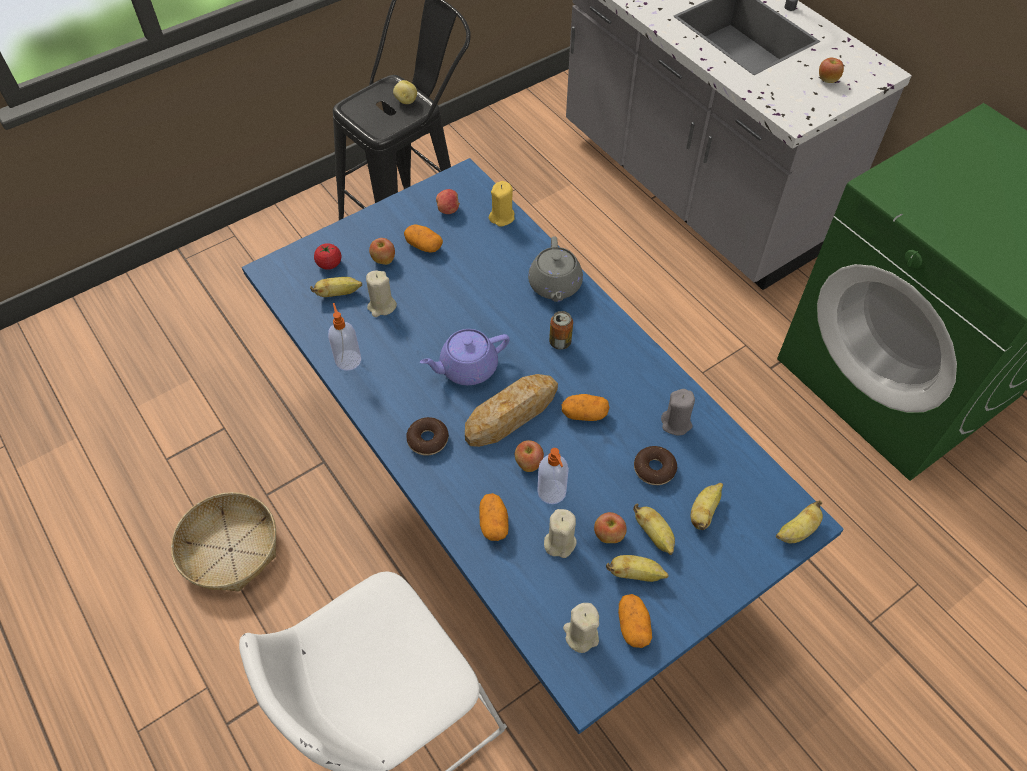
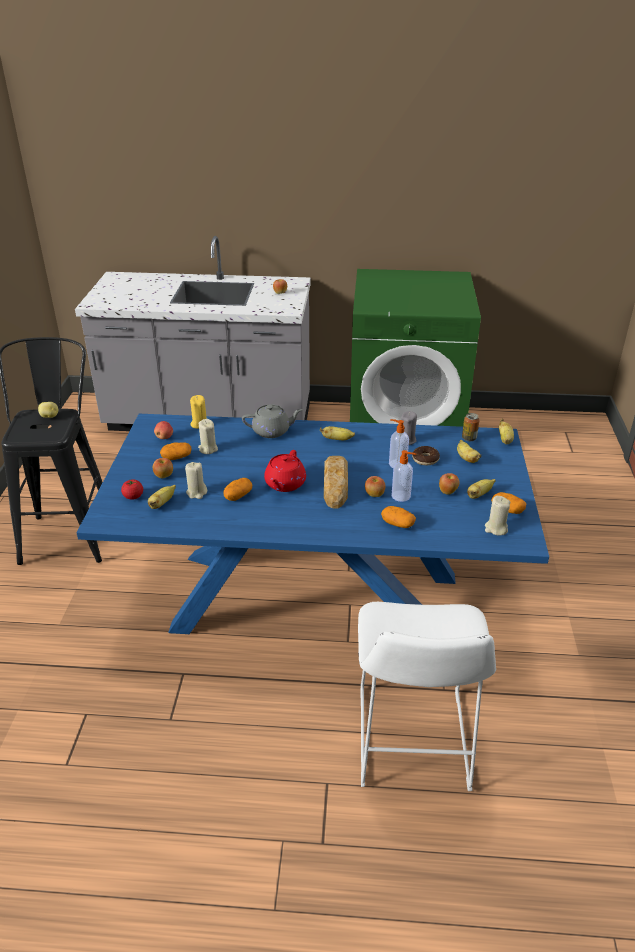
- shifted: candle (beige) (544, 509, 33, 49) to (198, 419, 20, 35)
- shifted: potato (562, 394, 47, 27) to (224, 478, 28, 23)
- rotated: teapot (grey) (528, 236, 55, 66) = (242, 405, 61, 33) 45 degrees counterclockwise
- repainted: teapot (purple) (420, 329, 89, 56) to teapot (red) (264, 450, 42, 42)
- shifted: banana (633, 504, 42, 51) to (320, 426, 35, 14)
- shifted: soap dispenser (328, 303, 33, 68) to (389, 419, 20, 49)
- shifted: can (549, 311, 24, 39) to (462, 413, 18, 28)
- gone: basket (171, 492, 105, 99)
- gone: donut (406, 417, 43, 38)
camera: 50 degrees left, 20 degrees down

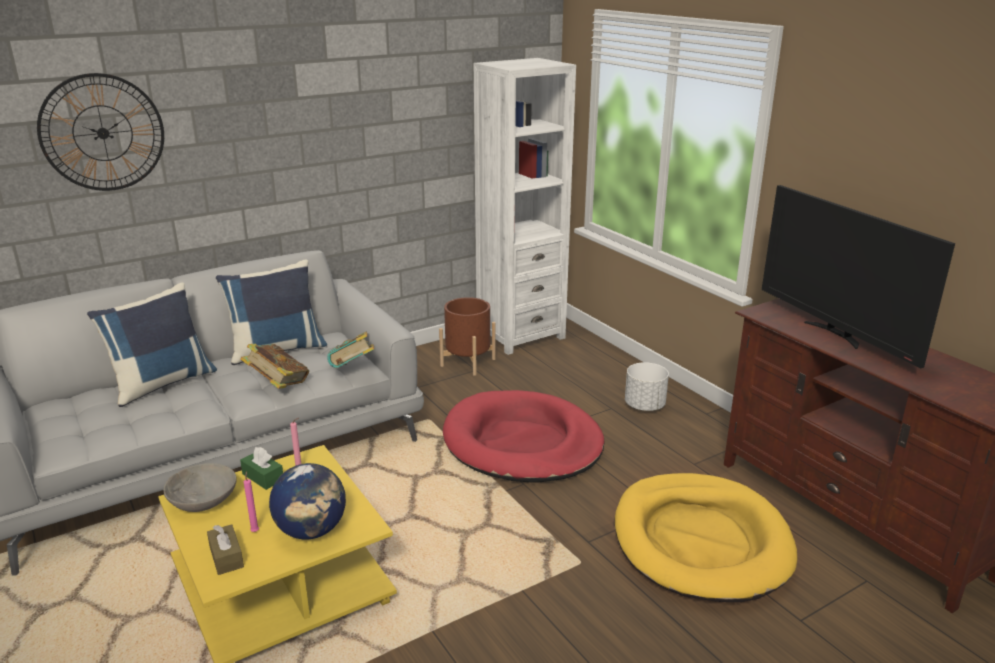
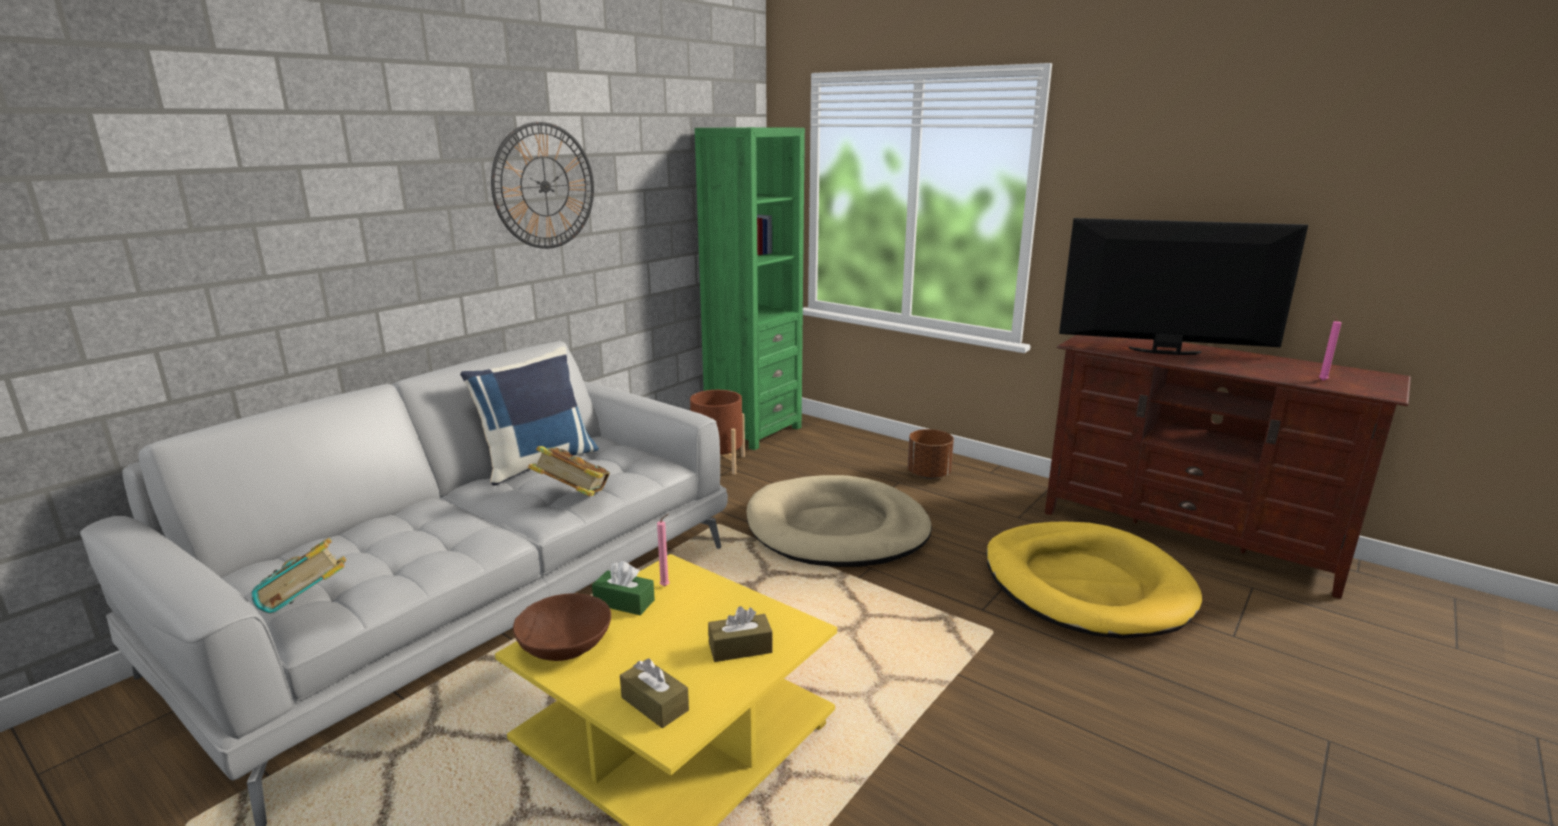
- shifted: book (327, 332, 47, 36) to (252, 538, 94, 76)
- shifted: wall clock (37, 73, 127, 118) to (491, 122, 103, 127)
- repainted: bowl (grey) (164, 463, 73, 49) to bowl (brown) (513, 593, 98, 68)
- repainted: bookcase (white) (474, 58, 102, 297) to bookcase (green) (695, 127, 110, 323)
- swapped: globe (269, 463, 77, 77) to tissue box (brown) (708, 606, 65, 56)
- repainted: dog bed (red) (443, 390, 162, 93) to dog bed (beige) (746, 475, 186, 92)
- repainted: planter (white) (625, 362, 44, 49) to planter (brown) (907, 429, 47, 50)
- rotated: television (762, 185, 193, 184) = (1059, 218, 249, 137) 150 degrees clockwise
- shifted: candle (pink) (244, 471, 15, 61) to (1319, 314, 22, 67)
- gone: pillow (blue) (87, 282, 130, 125)
camera: 20 degrees left, 5 degrees down

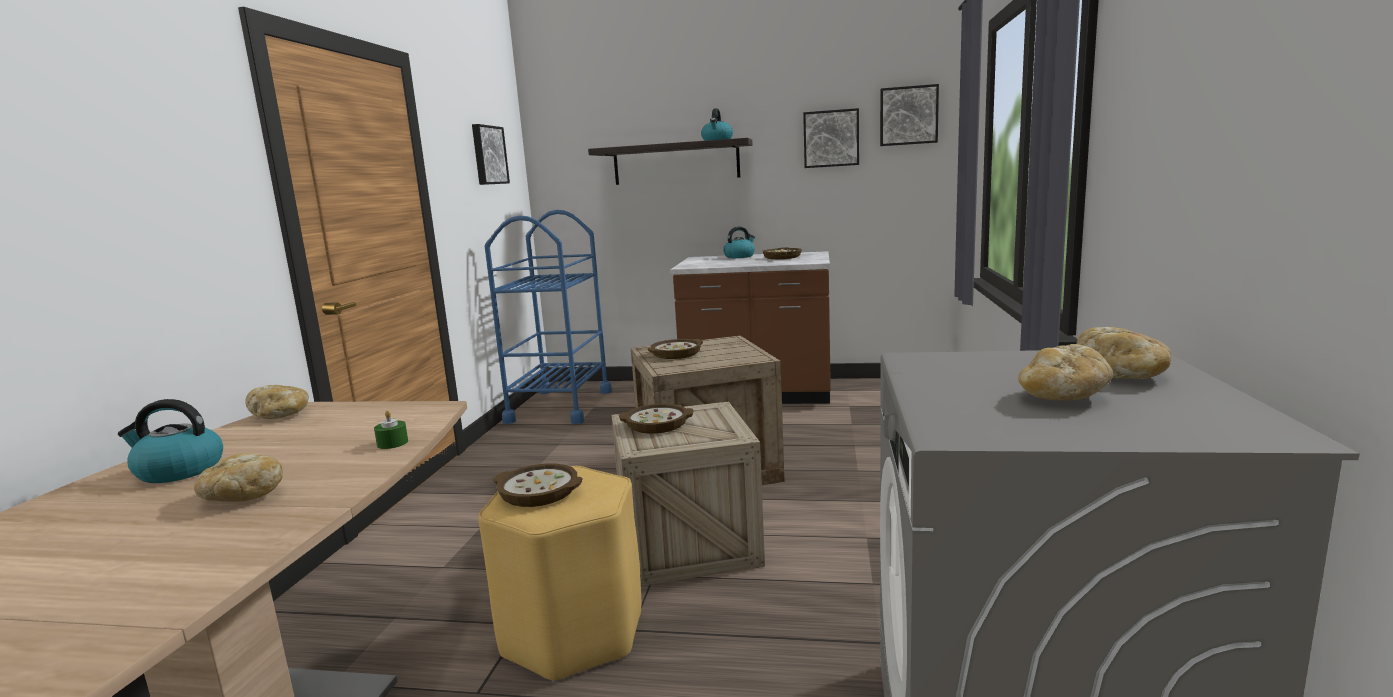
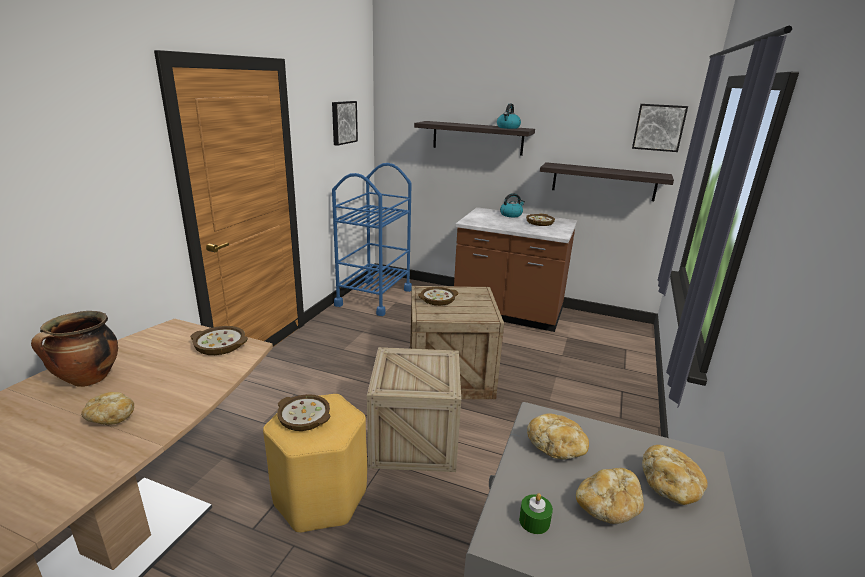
- swapped: kettle (118, 399, 105, 84) to cooking pot (31, 311, 87, 76)
- shifted: bowl (619, 404, 75, 30) to (190, 326, 58, 29)
- shifted: candle (green) (374, 410, 34, 39) to (519, 493, 34, 41)
- shifted: bread (245, 385, 64, 34) to (527, 413, 62, 47)
- new: shelf (540, 162, 134, 39)
- gone: picture (803, 108, 56, 60)
camera: 10 degrees right, 10 degrees up

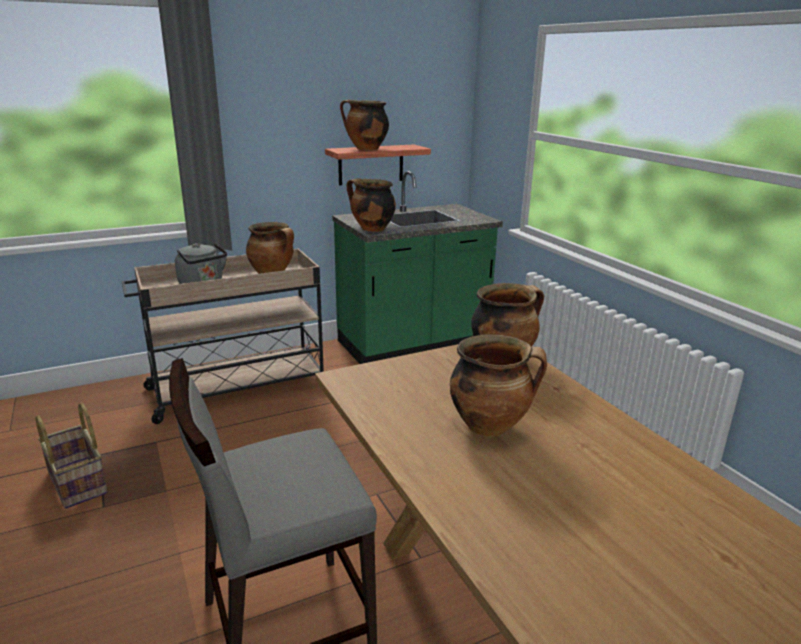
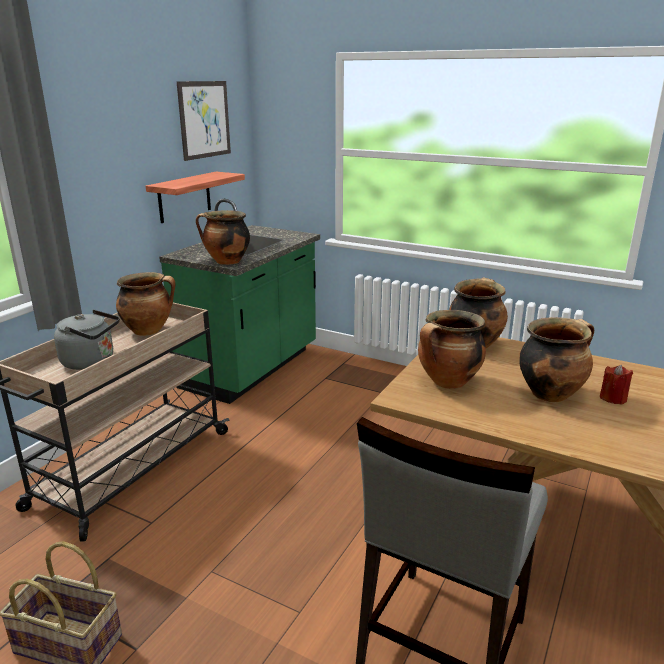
- new: picture (177, 81, 54, 80)
- shifted: cooking pot (340, 99, 49, 51) to (418, 310, 68, 79)
- new: candle (red) (600, 365, 33, 40)
camera: 35 degrees left, 0 degrees up

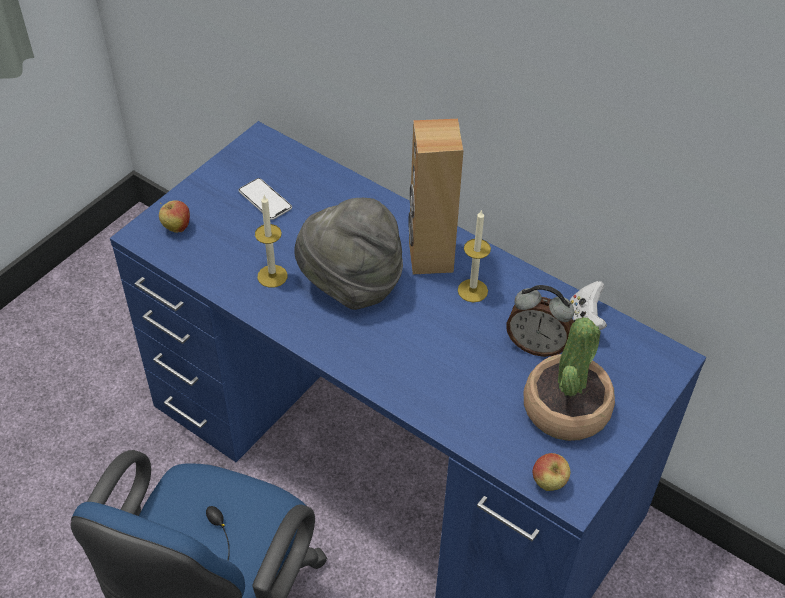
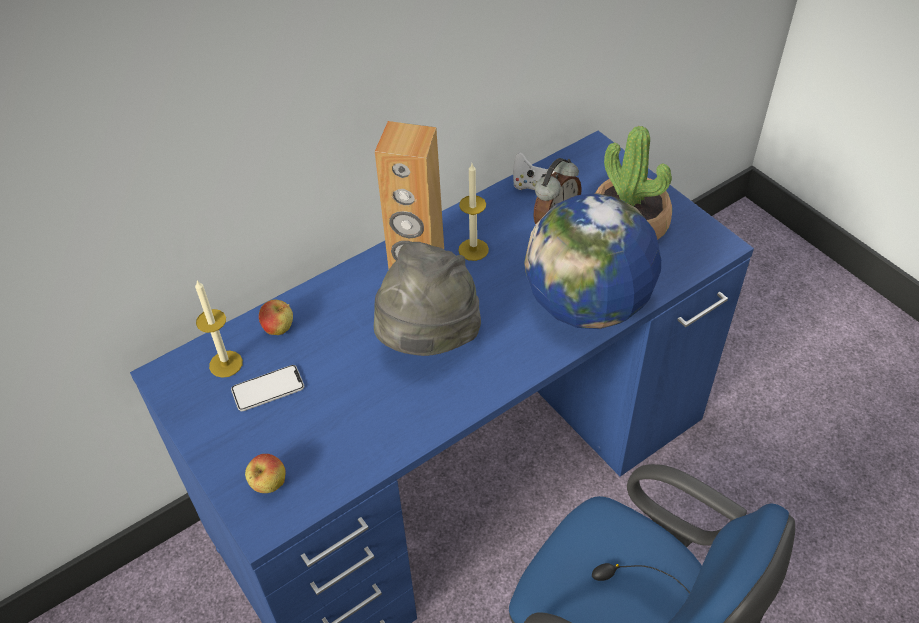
- shifted: candle (255, 195, 33, 93) to (195, 281, 48, 97)
- shifted: apple (533, 453, 37, 38) to (259, 300, 34, 35)
- new: globe (524, 193, 137, 136)
camera: 70 degrees left, 0 degrees up

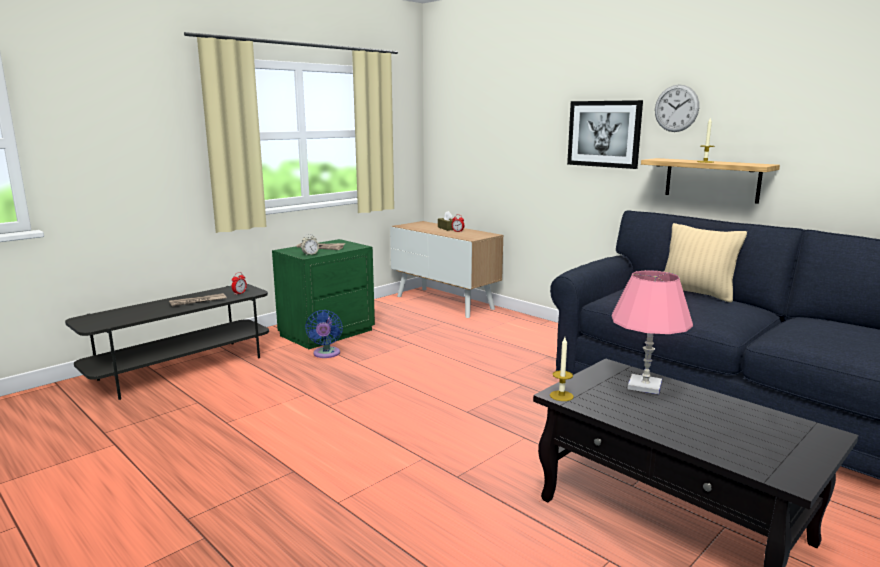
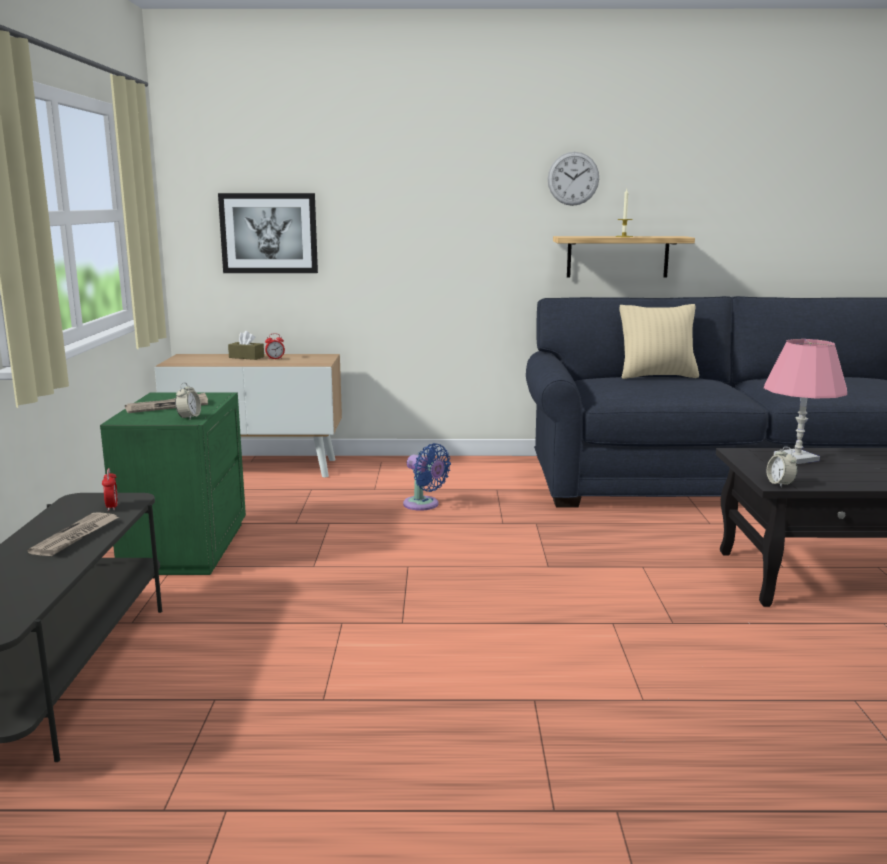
- shifted: picture (567, 100, 76, 69) to (218, 193, 100, 80)
- shifted: fan (blue) (305, 310, 38, 48) to (403, 443, 48, 68)
- swapped: candle (550, 337, 24, 64) to alarm clock (767, 447, 30, 41)
camera: 45 degrees left, 0 degrees up

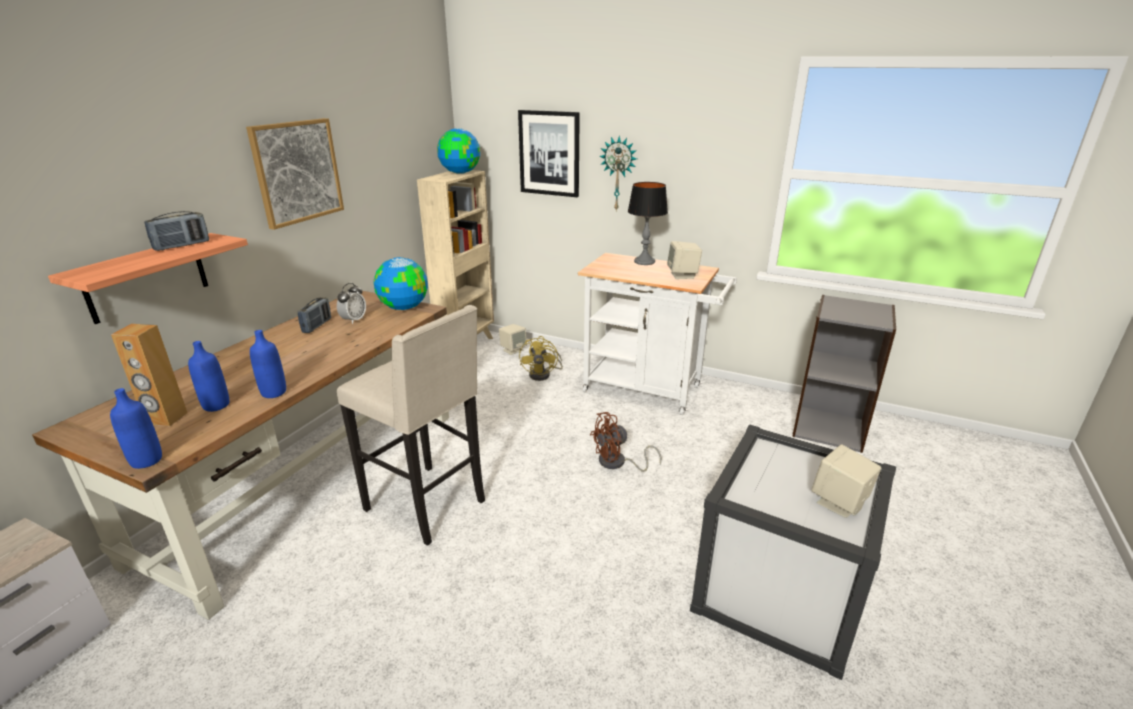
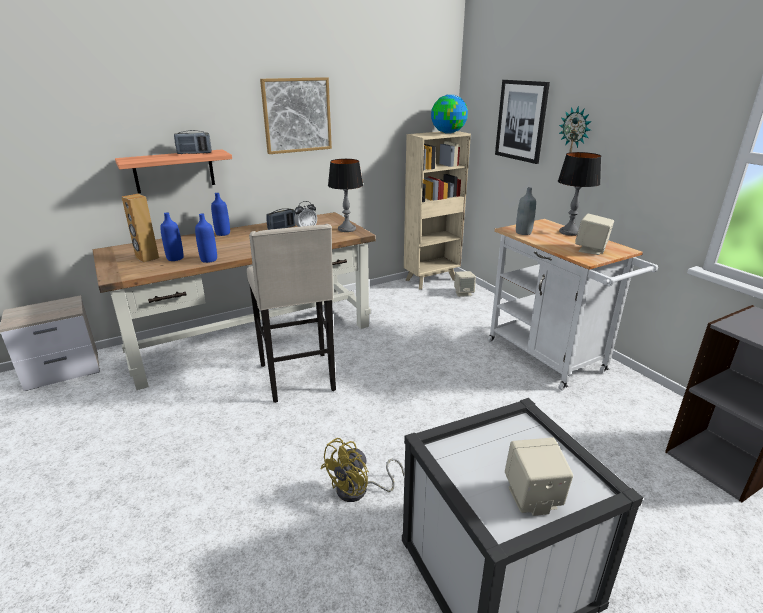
- shifted: bottle (blue) (110, 388, 52, 81) to (211, 193, 19, 43)
- shifted: fan (yellow) (519, 336, 44, 45) to (320, 438, 84, 64)
- swapped: globe (373, 257, 55, 53) to table lamp (328, 159, 35, 73)
- new: bottle (grey) (516, 187, 20, 48)
- gone: fan (brown) (590, 412, 71, 60)
camera: 35 degrees right, 0 degrees up

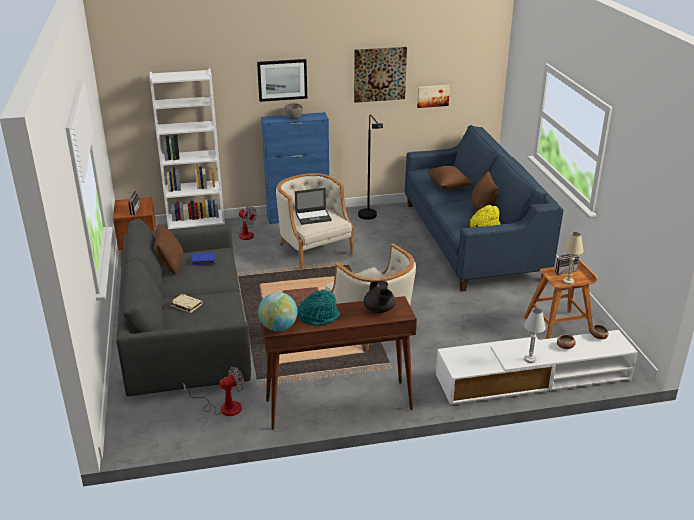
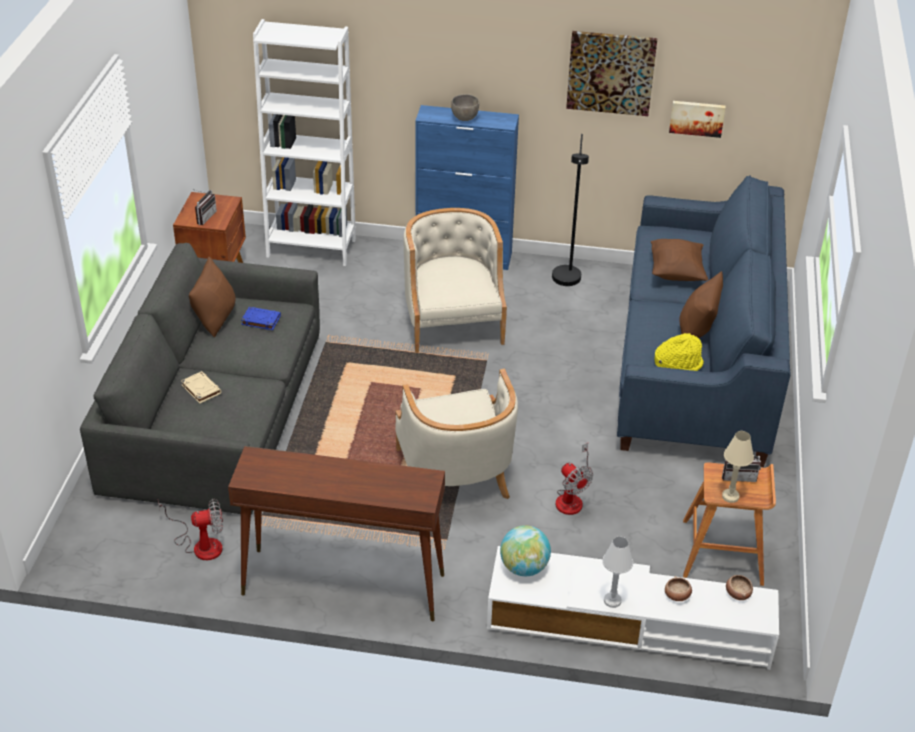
- shifted: globe (258, 292, 39, 39) to (500, 525, 51, 51)
- shifted: fan (238, 206, 19, 34) to (556, 443, 37, 72)
- gone: picture (257, 59, 50, 43)
- gone: laptop (295, 188, 37, 37)
- gone: hat (turquoise) (298, 289, 42, 37)
- gone: teapot (black) (363, 281, 33, 32)
camera: 20 degrees right, 10 degrees up

